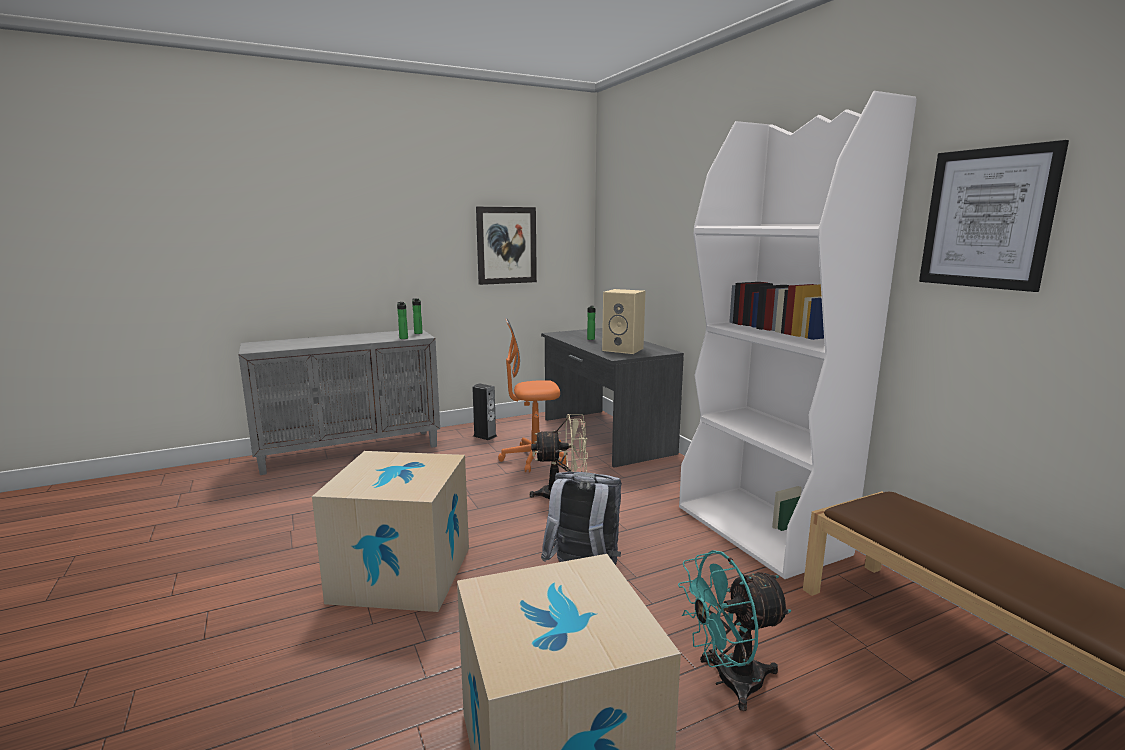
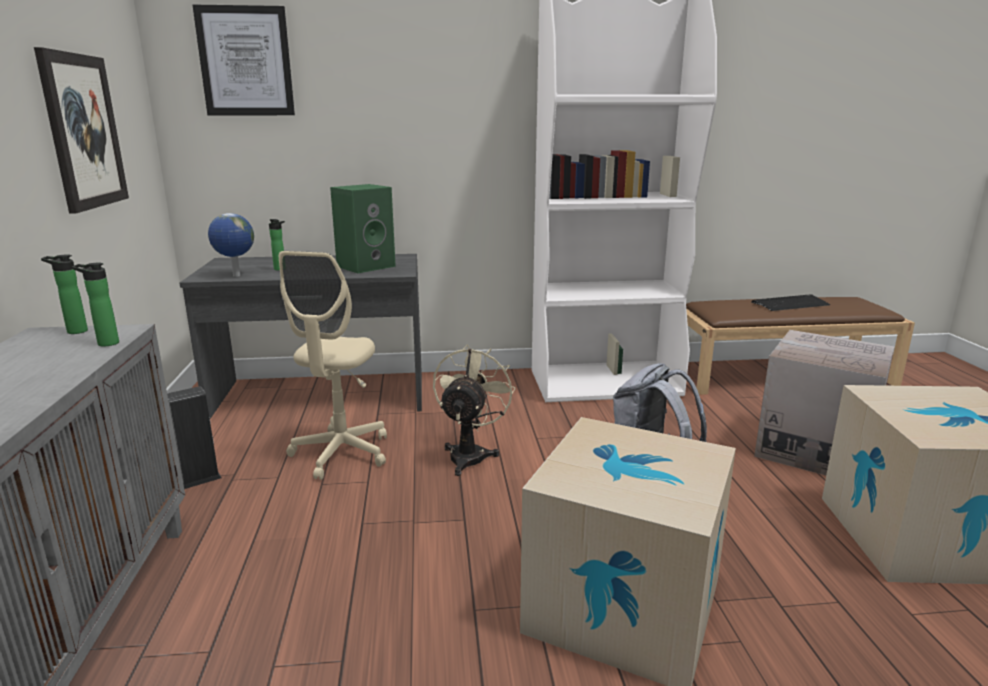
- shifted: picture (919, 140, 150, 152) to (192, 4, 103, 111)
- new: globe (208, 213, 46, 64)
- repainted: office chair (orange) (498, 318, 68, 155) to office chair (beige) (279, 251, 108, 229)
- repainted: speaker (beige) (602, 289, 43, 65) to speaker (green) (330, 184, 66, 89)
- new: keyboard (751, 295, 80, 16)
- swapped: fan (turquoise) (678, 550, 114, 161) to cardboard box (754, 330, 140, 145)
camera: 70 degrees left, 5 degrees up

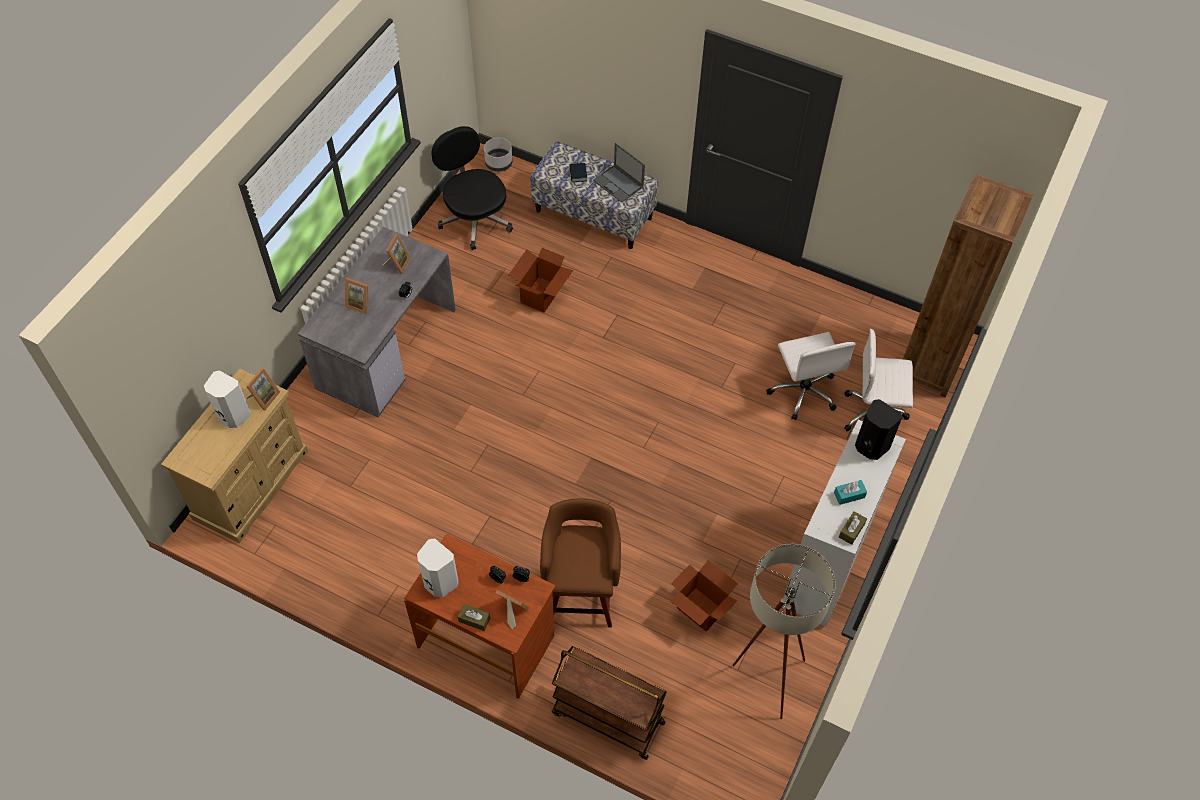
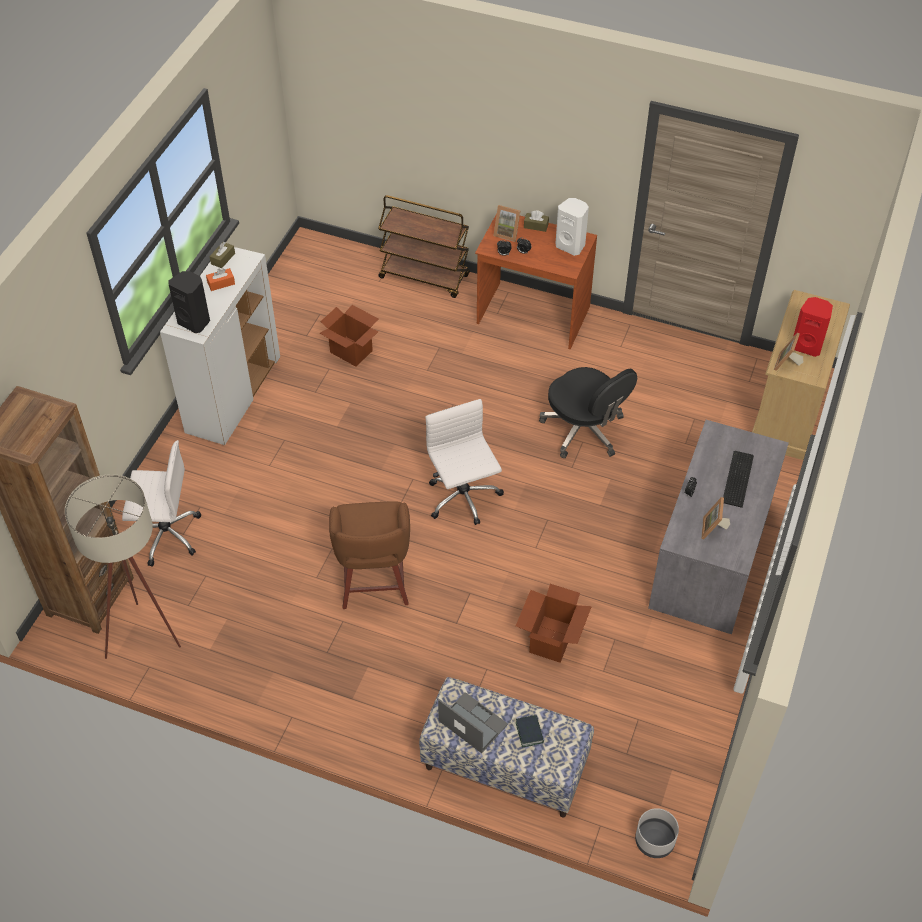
- shifted: floor lamp (beige) (733, 544, 103, 175) to (65, 474, 116, 185)
- repainted: tissue box (turquoise) (834, 480, 33, 25) to tissue box (orange) (206, 268, 29, 23)
- shifted: stool (brown) (540, 498, 81, 130) to (329, 501, 81, 108)
- shifted: office chair (white) (767, 332, 89, 88) to (426, 399, 78, 126)
- shifted: office chair (black) (431, 126, 82, 124) to (539, 367, 98, 91)
- swapped: picture frame (345, 278, 23, 37) to keyboard (723, 451, 31, 57)
- repainted: speaker (white) (204, 370, 47, 58) to speaker (red) (793, 297, 40, 60)
camera: 175 degrees right, 5 degrees down

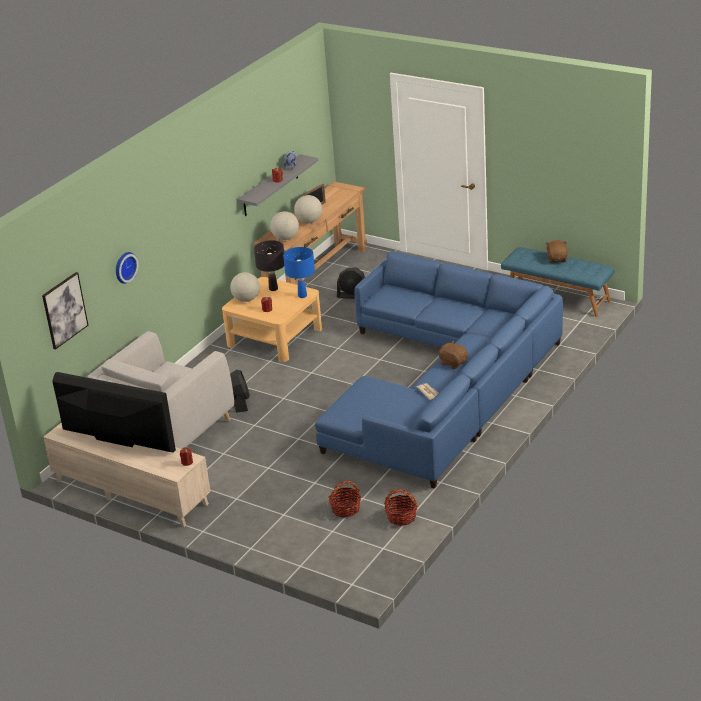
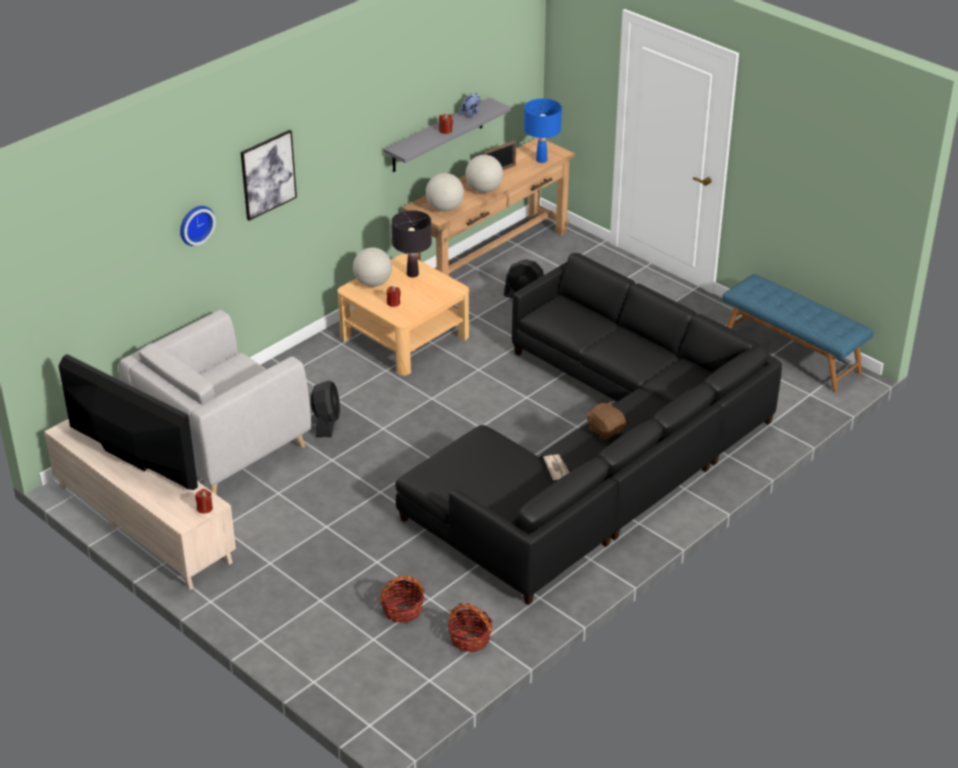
- shifted: picture (42, 272, 47, 78) to (241, 130, 56, 91)
- repainted: sofa (blue) (315, 251, 248, 238) to sofa (black) (396, 253, 386, 352)
- shifted: table lamp (blue) (283, 247, 32, 51) to (524, 99, 38, 64)
- gone: plush toy (brown) (545, 240, 23, 23)
camera: 10 degrees right, 5 degrees up

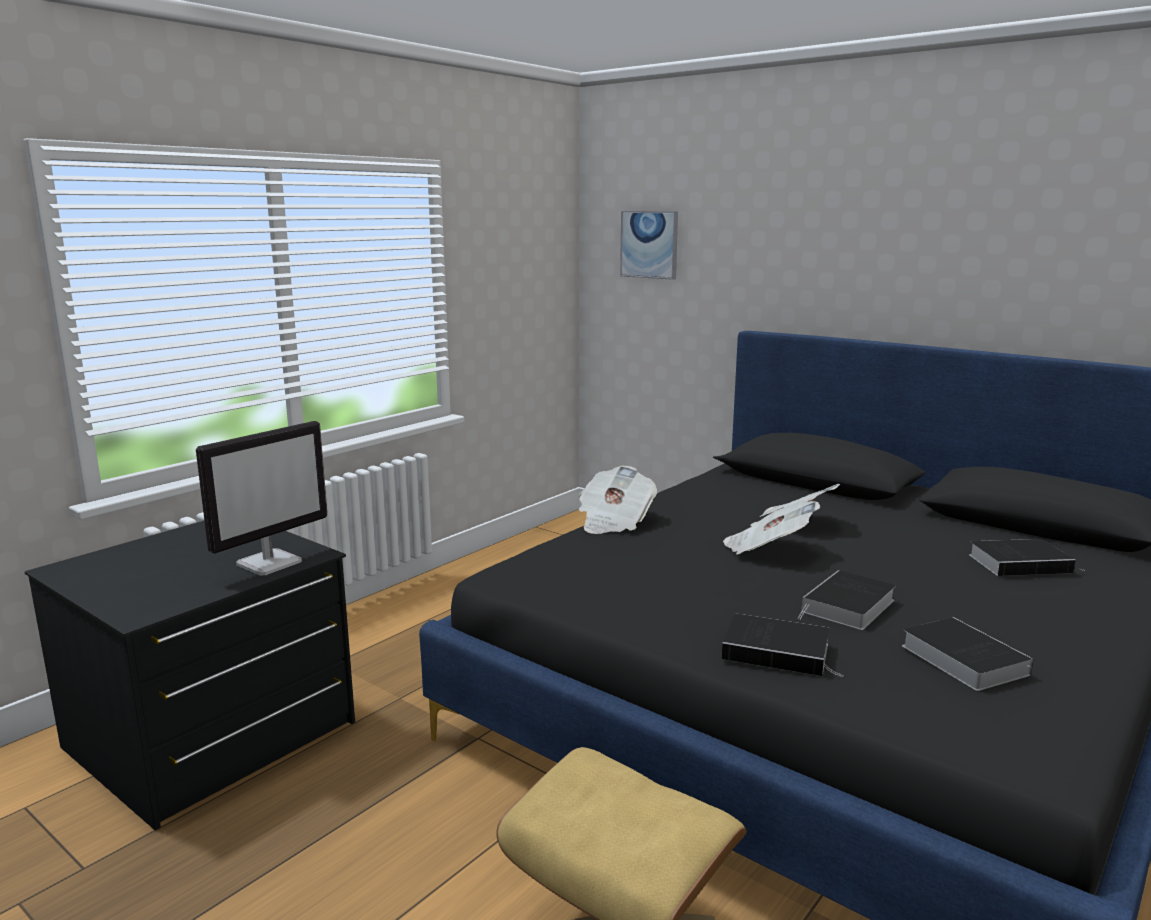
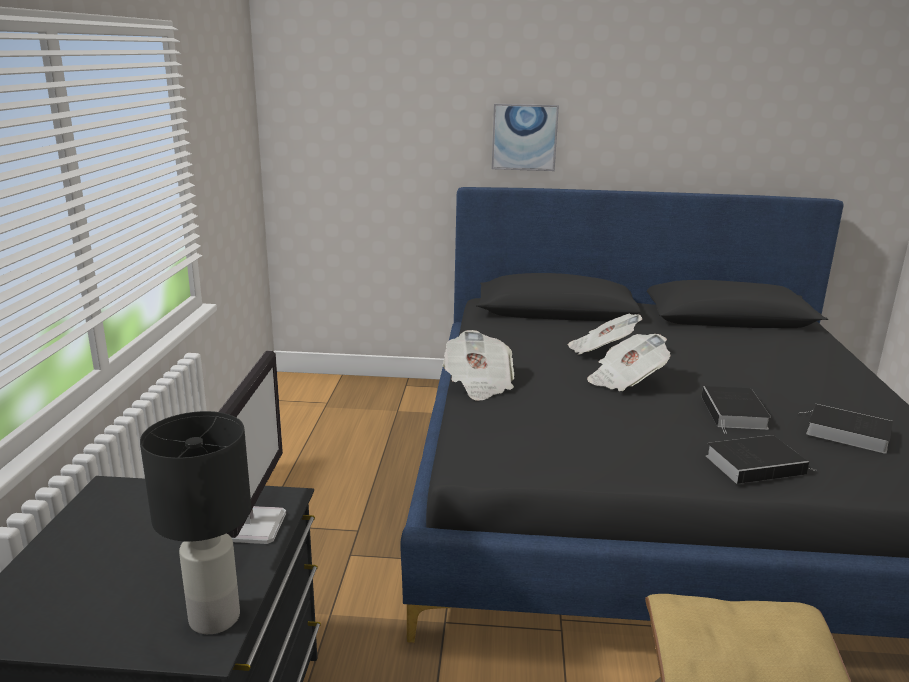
- new: table lamp (black) (140, 411, 111, 223)
- shifted: picture (620, 211, 58, 69) to (492, 104, 67, 67)
- gone: book (969, 539, 115, 37)
camera: 35 degrees left, 5 degrees up

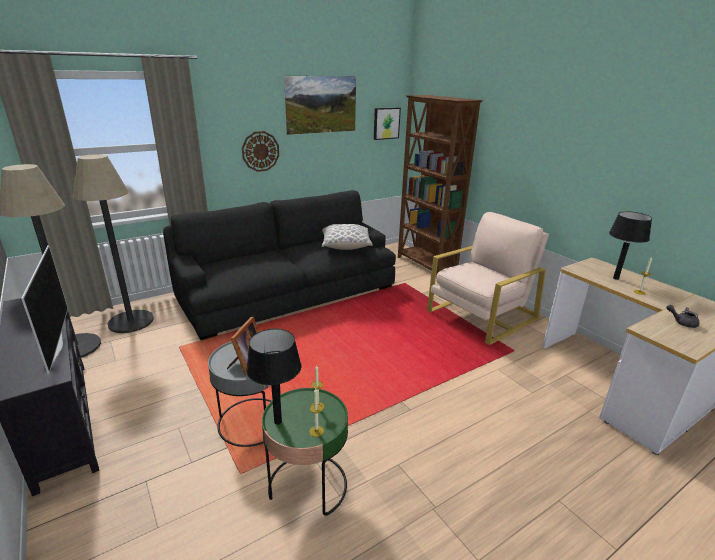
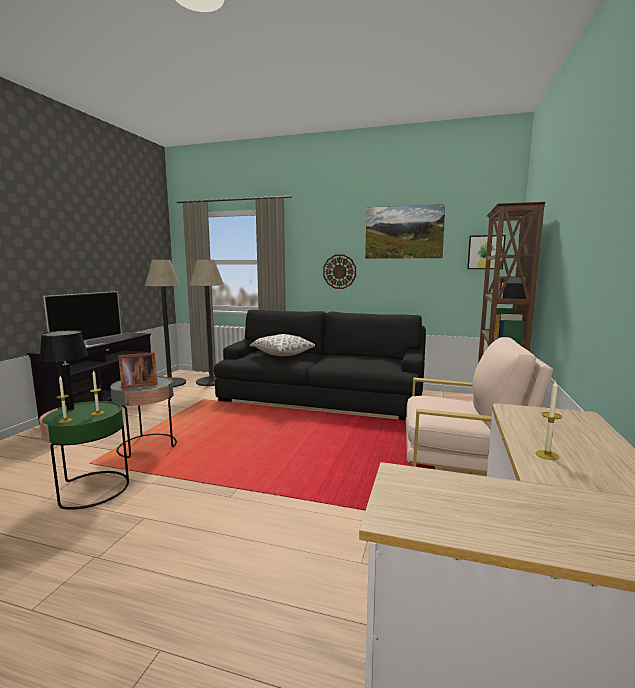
- shifted: pillow (321, 224, 52, 26) to (250, 334, 65, 22)
- gone: table lamp (black) (609, 211, 43, 69)
- gone: teapot (grey) (666, 305, 33, 23)
camera: 50 degrees right, 15 degrees down

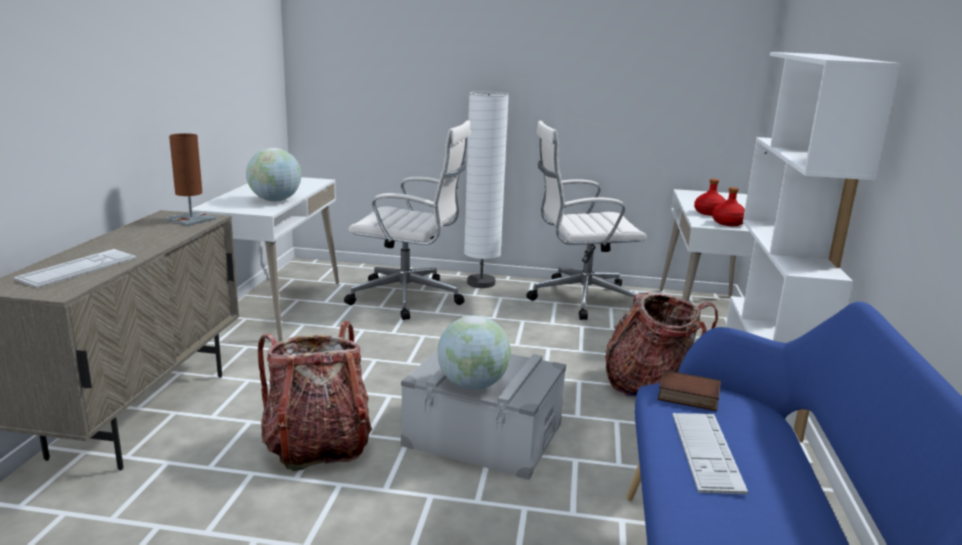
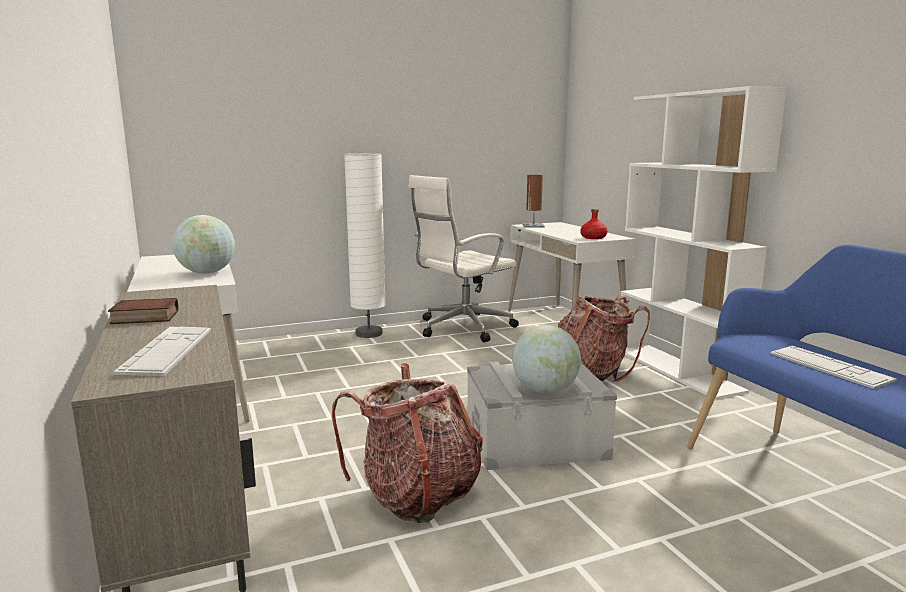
- shifted: book (658, 370, 63, 41) to (108, 298, 70, 26)
- shifted: table lamp (brown) (166, 133, 50, 93) to (523, 175, 22, 53)
- gone: office chair (white) (344, 120, 127, 200)
- gone: bottle (red) (694, 179, 32, 37)
camera: 30 degrees left, 5 degrees down

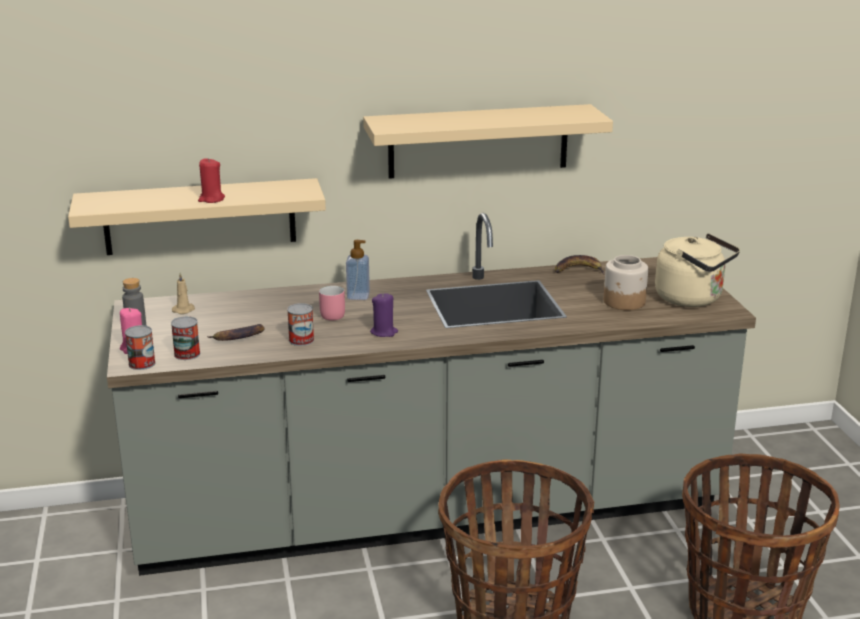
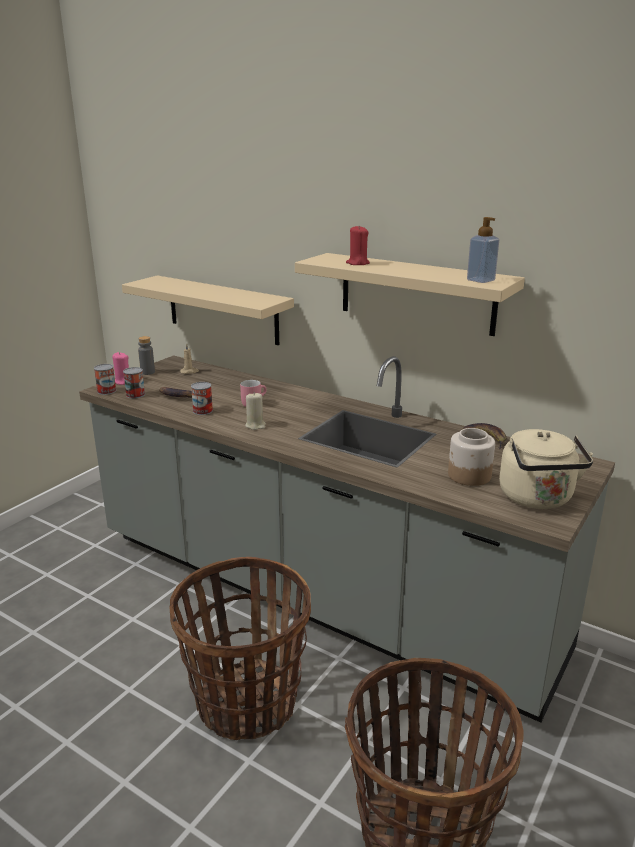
- repainted: candle (purple) (370, 293, 28, 44) to candle (beige) (245, 392, 21, 38)
- shifted: candle (red) (198, 158, 27, 45) to (346, 226, 24, 39)
- shifted: soap dispenser (346, 240, 24, 60) to (467, 217, 32, 66)
camera: 45 degrees right, 0 degrees up

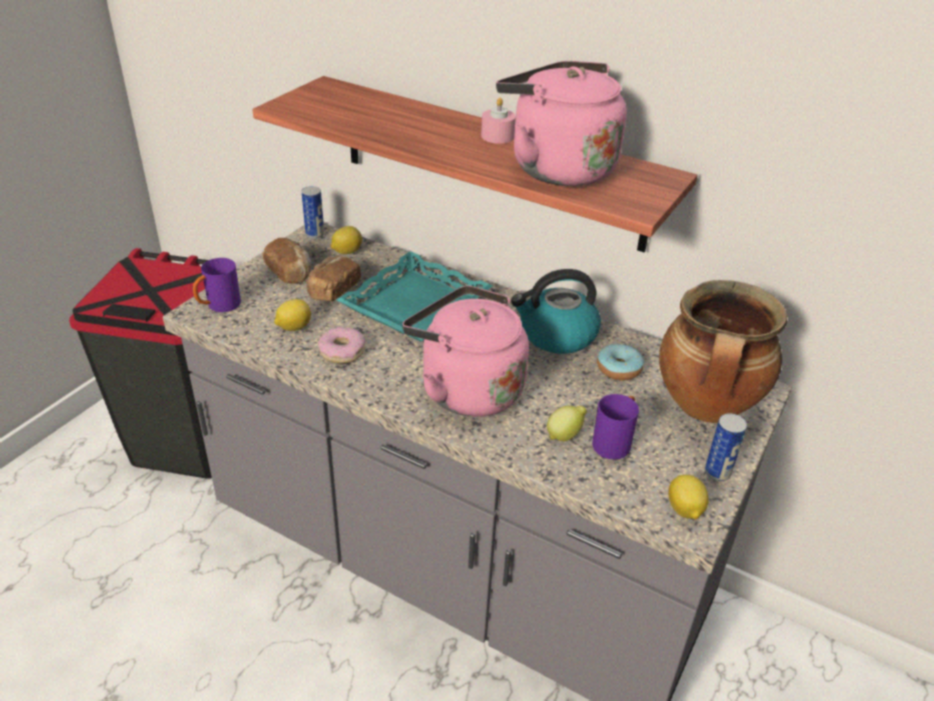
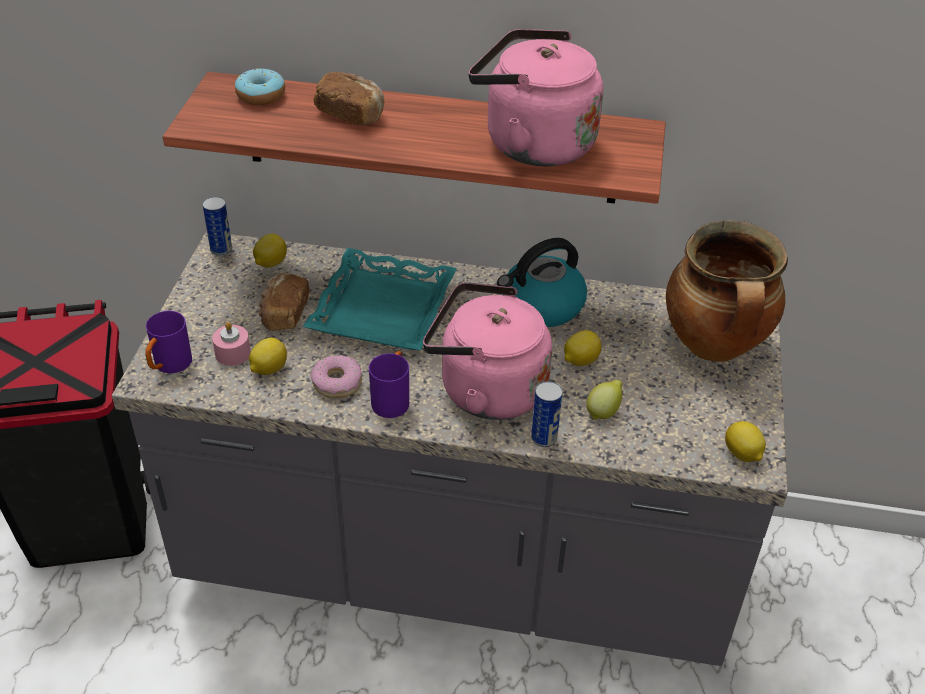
- shifted: candle (pink) (481, 98, 35, 46) to (212, 322, 39, 44)
- shifted: donut (597, 343, 47, 38) to (235, 68, 50, 37)
- shifted: bread (262, 238, 49, 46) to (314, 72, 70, 54)
- shifted: mug (purple) (592, 394, 47, 66) to (369, 351, 40, 67)
- shifted: can (705, 413, 42, 68) to (531, 381, 31, 66)
- new: lemon (564, 330, 37, 36)
camera: 20 degrees left, 5 degrees up

